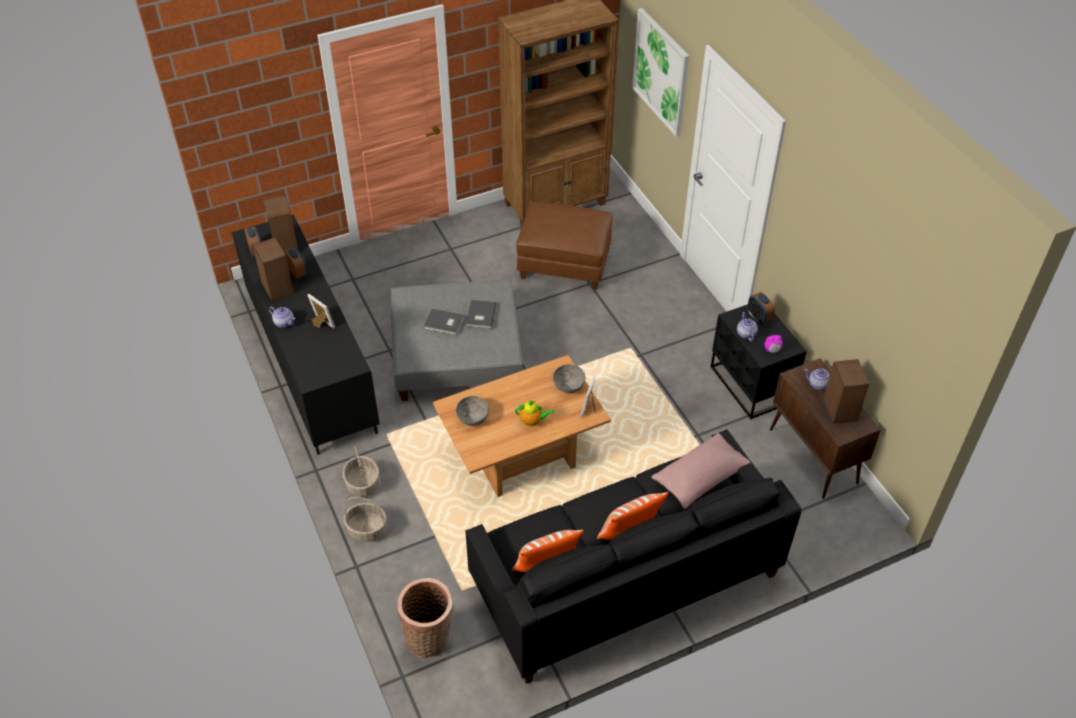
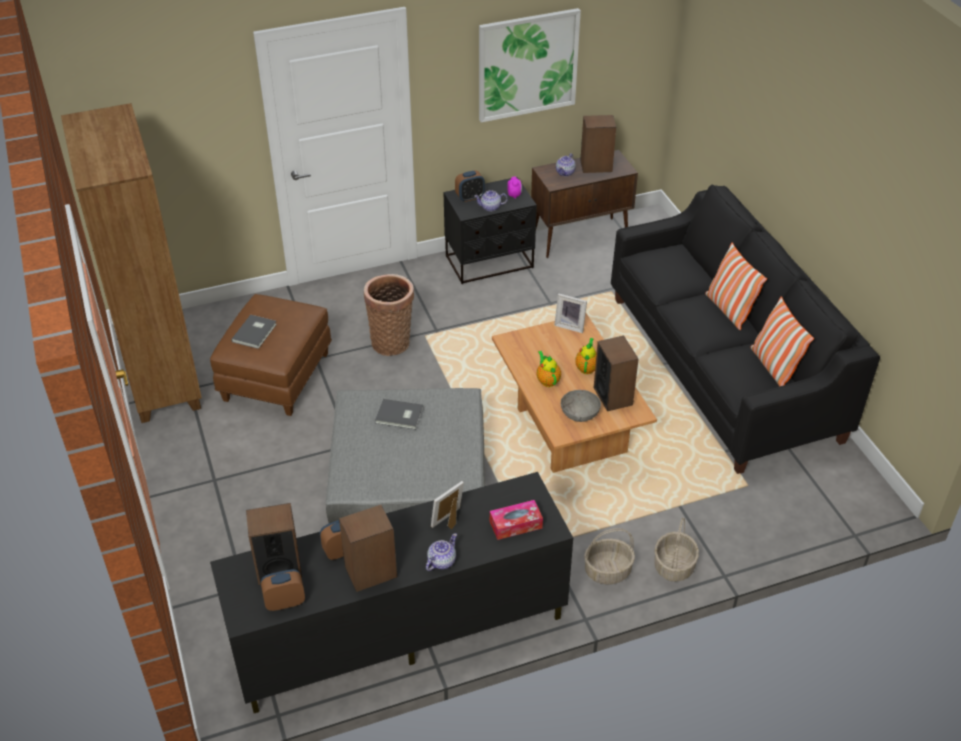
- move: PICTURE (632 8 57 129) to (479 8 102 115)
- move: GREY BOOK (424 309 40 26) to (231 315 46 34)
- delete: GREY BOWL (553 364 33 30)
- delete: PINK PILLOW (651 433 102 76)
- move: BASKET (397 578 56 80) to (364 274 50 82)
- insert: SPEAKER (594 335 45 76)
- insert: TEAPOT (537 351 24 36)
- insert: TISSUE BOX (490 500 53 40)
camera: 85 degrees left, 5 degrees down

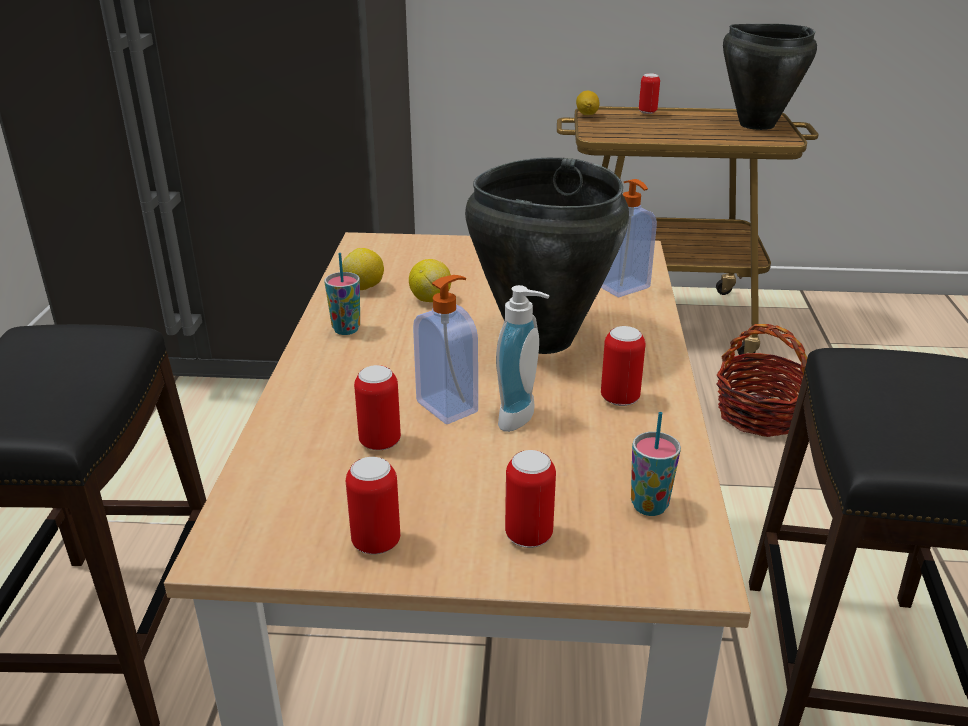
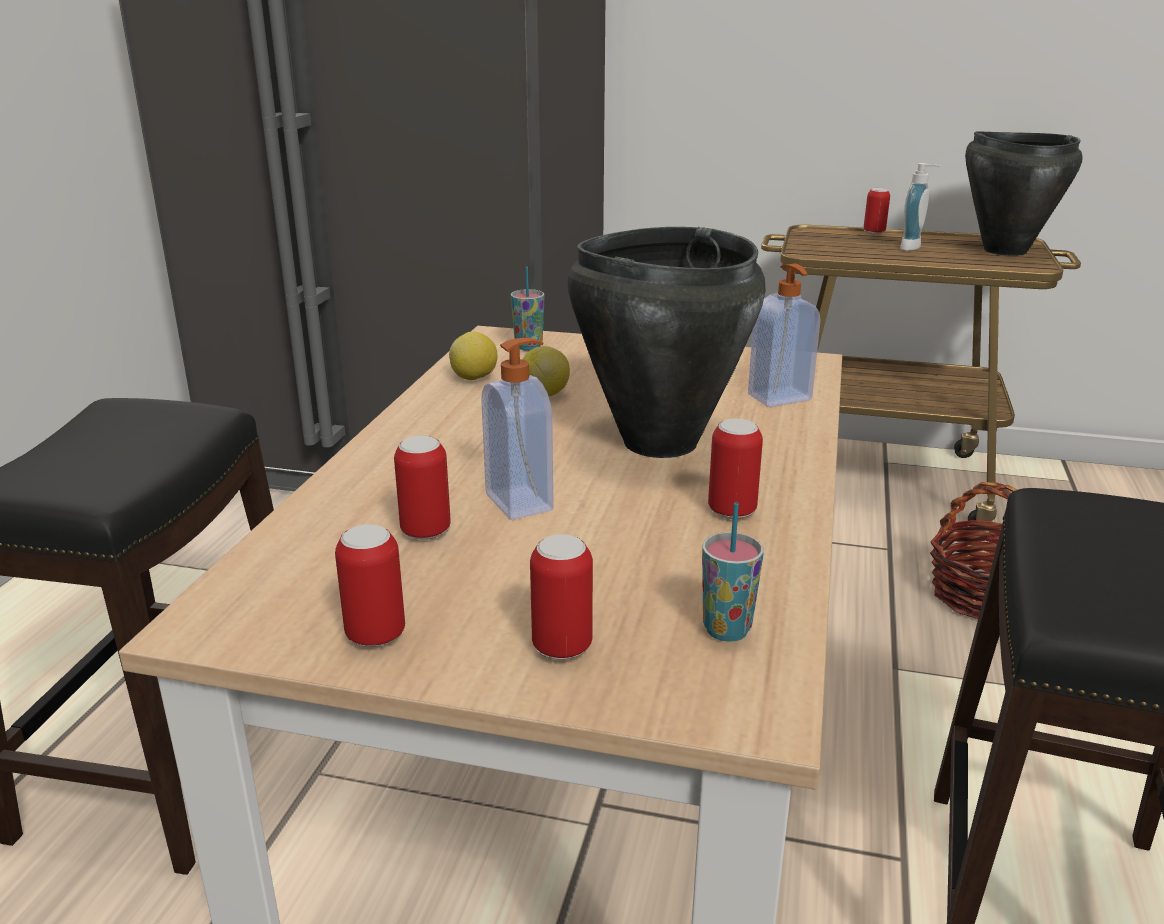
- delete: LEMON (576 91 24 24)
- move: CUP (324 253 36 82) to (510 267 35 84)
- move: SOAP DISPENSER (496 285 54 147) to (900 163 40 88)
camera: 10 degrees right, 5 degrees down

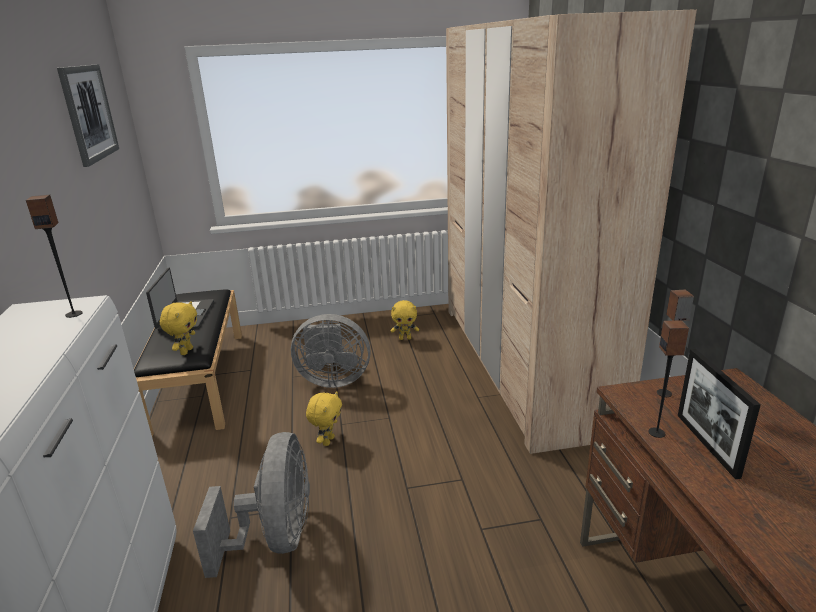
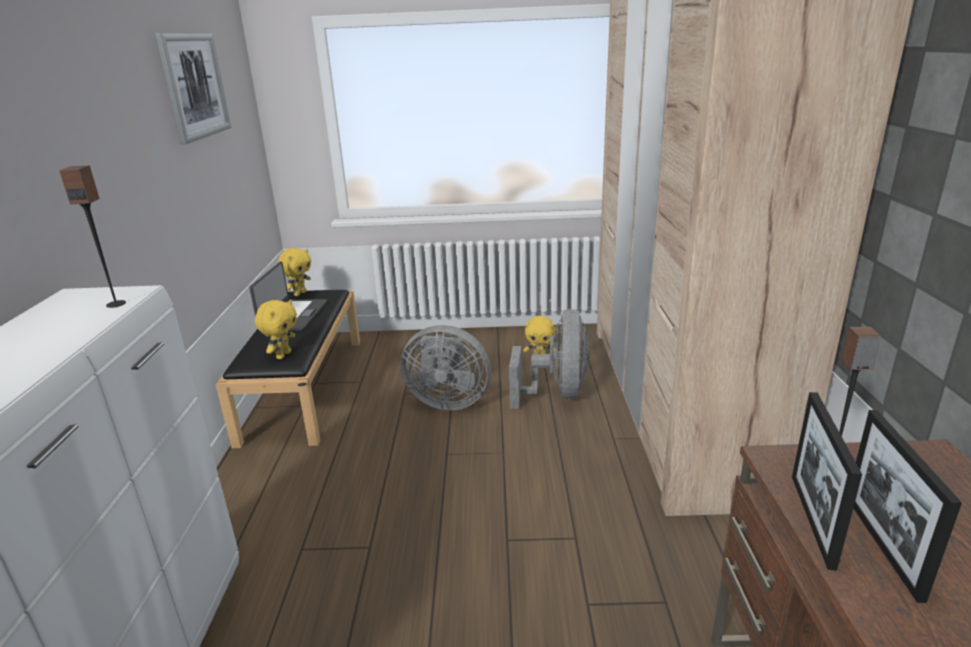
- replace: SPEAKER (648 320 42 118) to PICTURE FRAME (792 392 70 179)
- move: YELLOW PLUSH TOY (306 391 36 55) to (278 248 33 48)
- move: GREY FAN (193 432 117 146) to (509 309 81 100)
camera: 10 degrees right, 0 degrees up

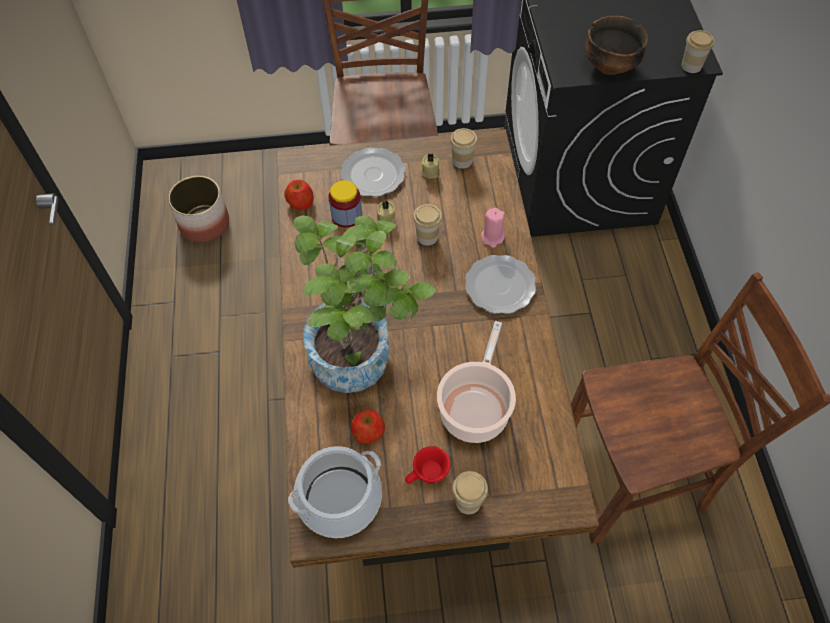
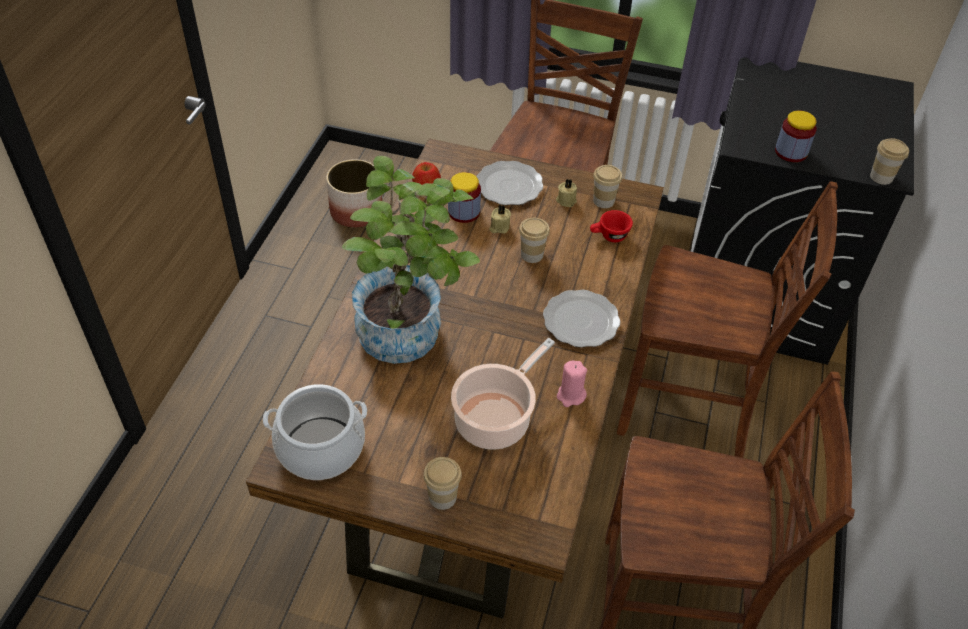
- replace: BOWL (585 16 63 59) to JAR (775 111 42 51)
- move: PINK CANDLE (481 208 24 40) to (557 361 30 46)
- delete: APPLE (351 410 34 34)
- move: RED CUP (405 446 46 38) to (590 210 43 32)
- insert: BROWN CHAIR (617 181 221 277)
camera: 20 degrees right, 10 degrees down

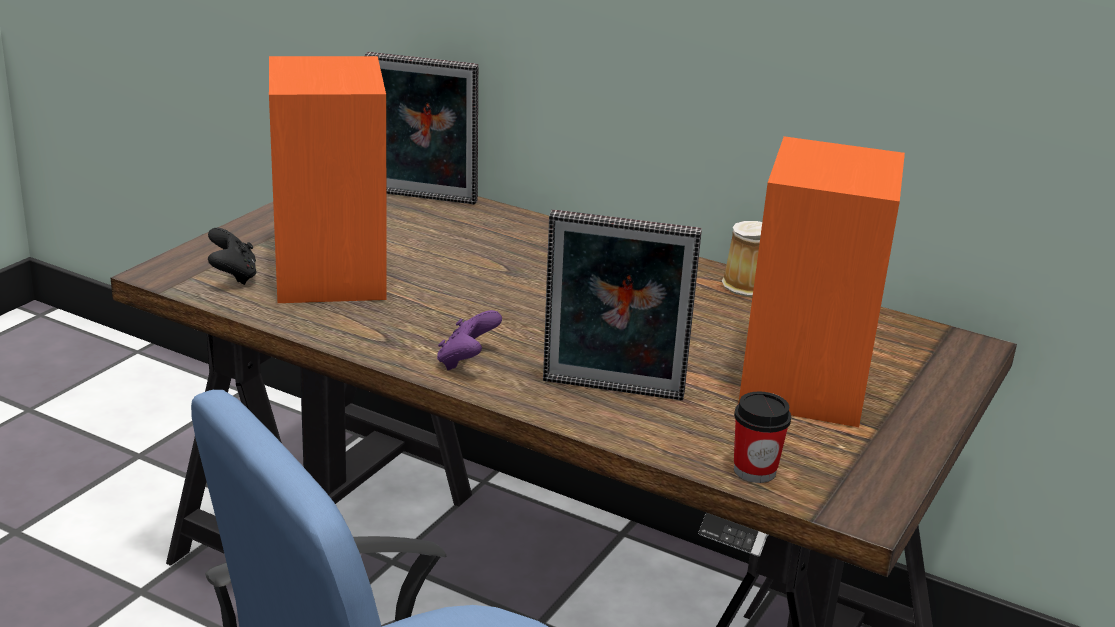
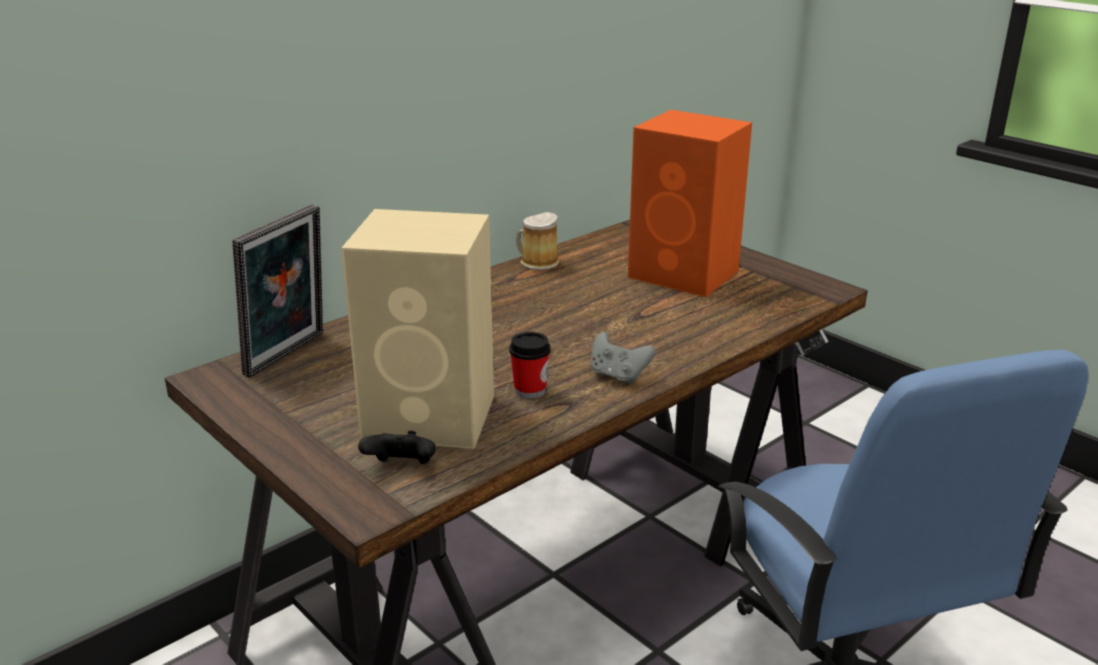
- recolor: ORANGE SPEAKER (269 56 118 247) to BEIGE SPEAKER (341 209 153 240)
- delete: PICTURE FRAME (543 210 159 190)
- recolor: PURPLE GAME CONTROLLER (437 310 65 60) to GREY GAME CONTROLLER (591 332 64 53)
- move: CUP (734 392 57 91) to (509 332 42 67)
camera: 70 degrees left, 0 degrees up

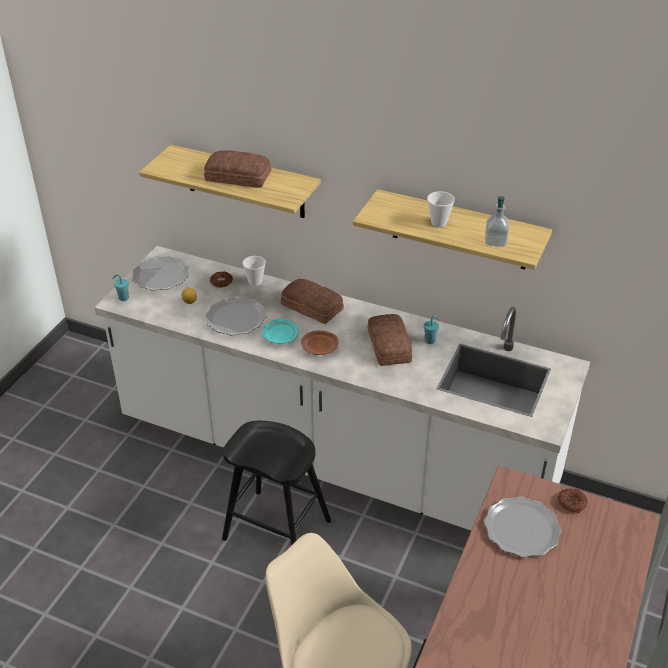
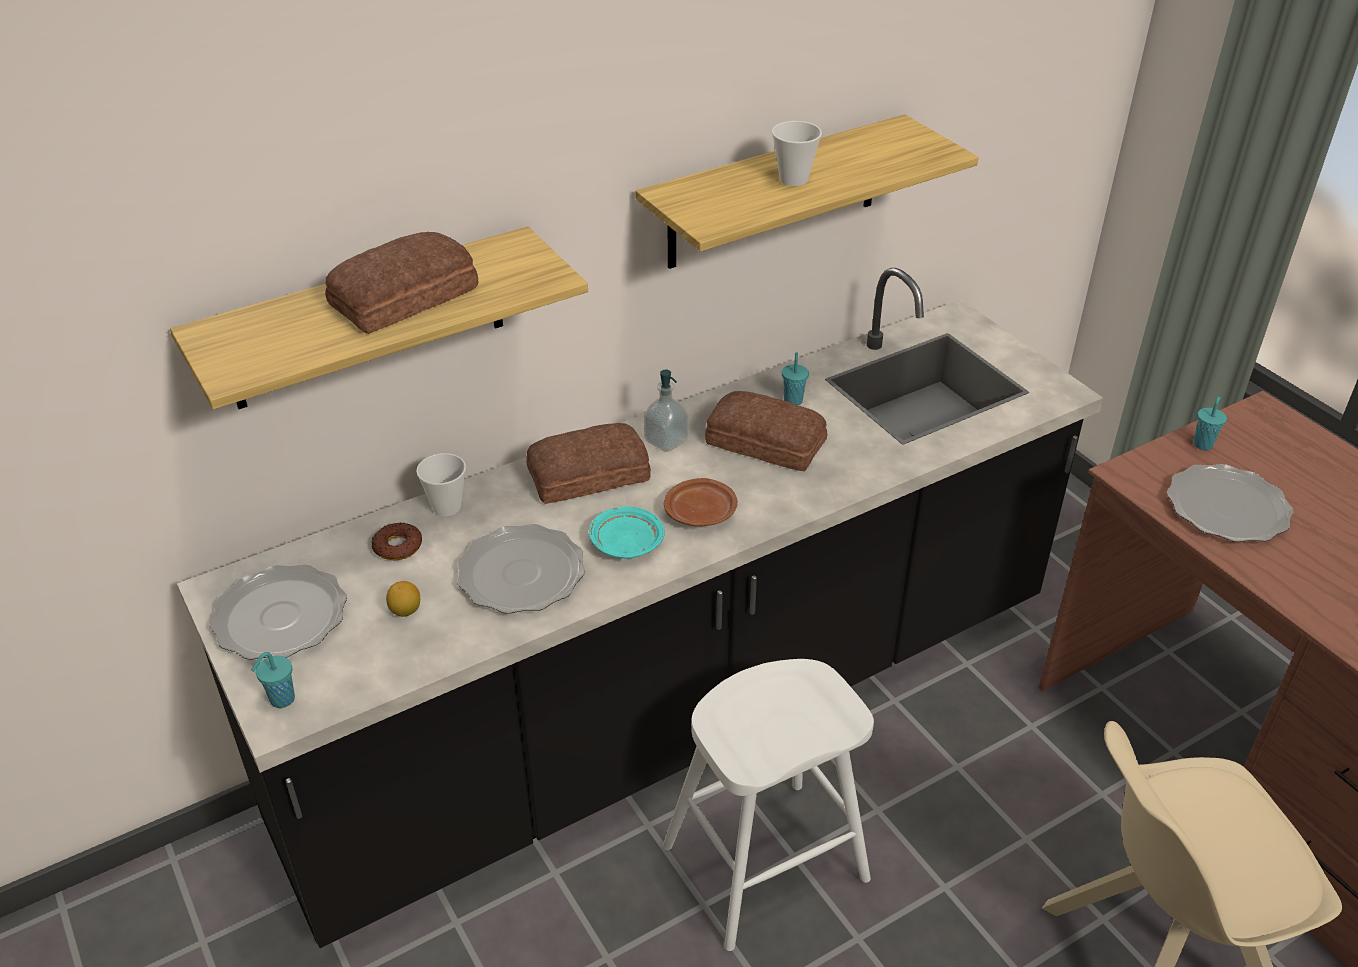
- move: SOAP DISPENSER (485 196 24 51) to (644 369 44 83)
- recolor: WHITE COUNTER (94 246 496 284) to BLACK COUNTER (177 268 926 680)
- recolor: BLACK STOOL (222 421 109 125) to WHITE STOOL (662 659 212 292)
- replace: DONUT (558 488 30 25) to TURQUOISE CUP (1193 397 34 53)
camera: 55 degrees left, 0 degrees up

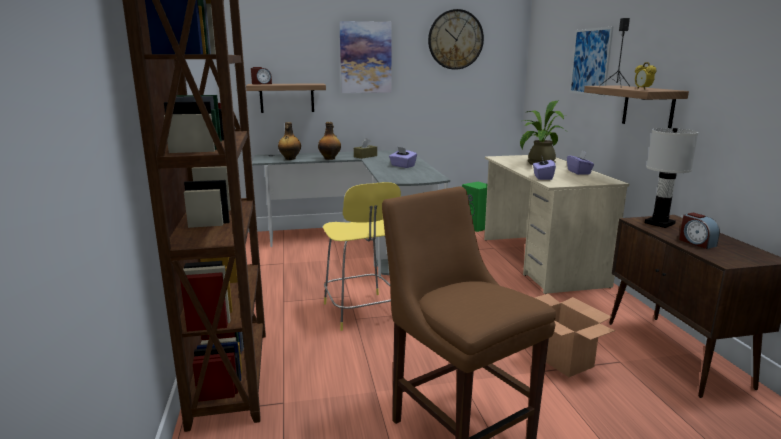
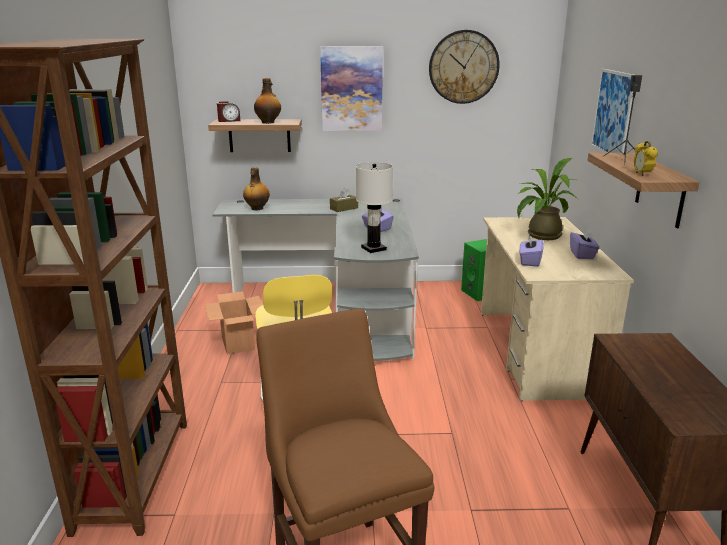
- move: BOTTLE (318 122 23 38) to (254 78 27 46)
- move: WHITE TABLE LAMP (645 128 54 100) to (356 162 37 91)
- delete: ALARM CLOCK (679 213 41 36)
- move: CARDBOARD BOX (532 294 83 83) to (205 291 58 63)
camera: 10 degrees right, 5 degrees up

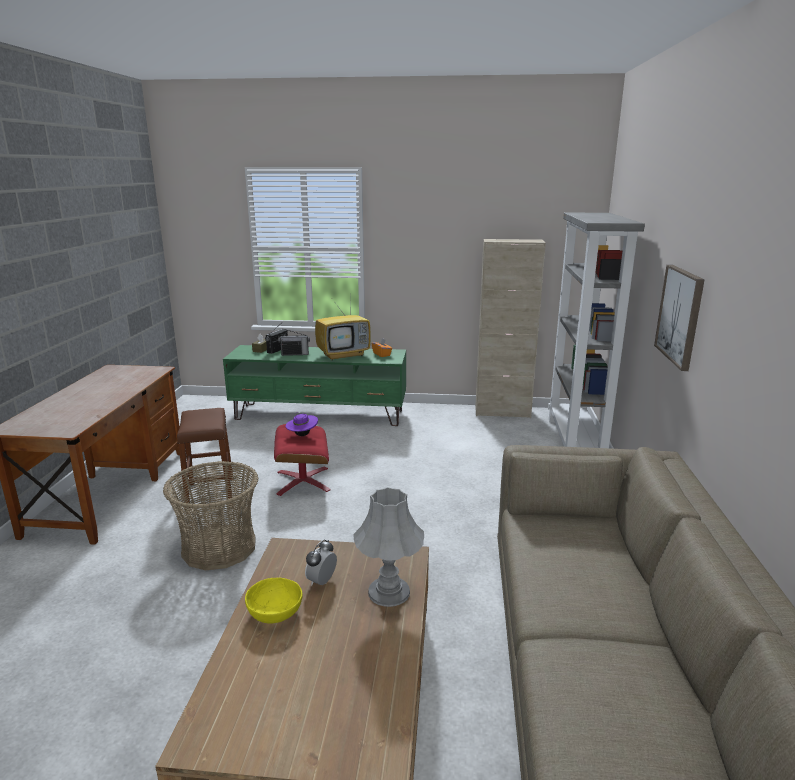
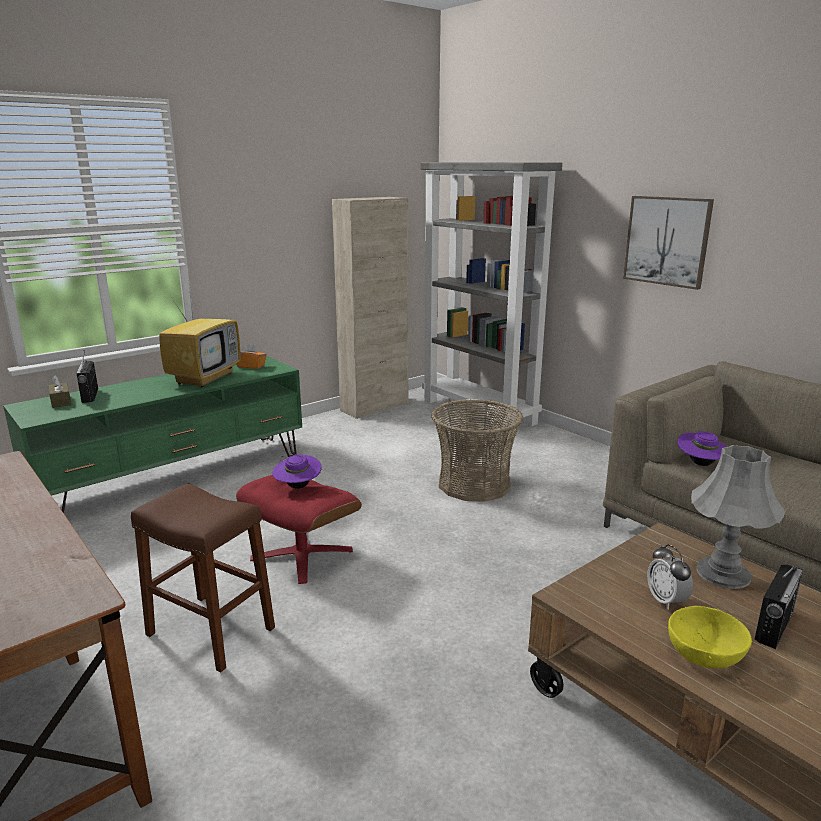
- move: RADIO (278 329 32 27) to (755 565 48 84)
- move: BASKET (163 461 95 109) to (431 399 92 103)
- insert: PURPLE HAT (678 431 49 35)
camera: 45 degrees left, 0 degrees up

